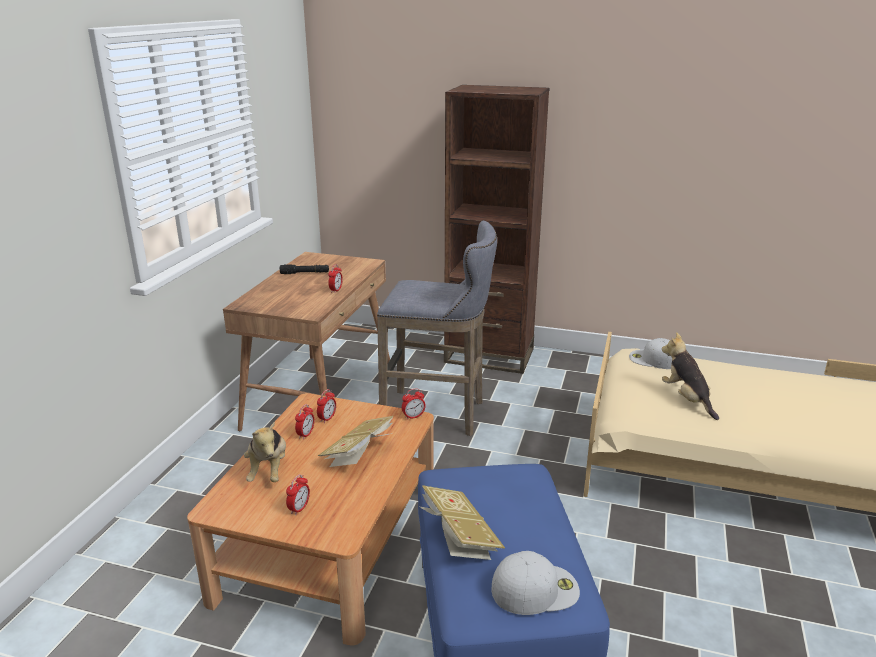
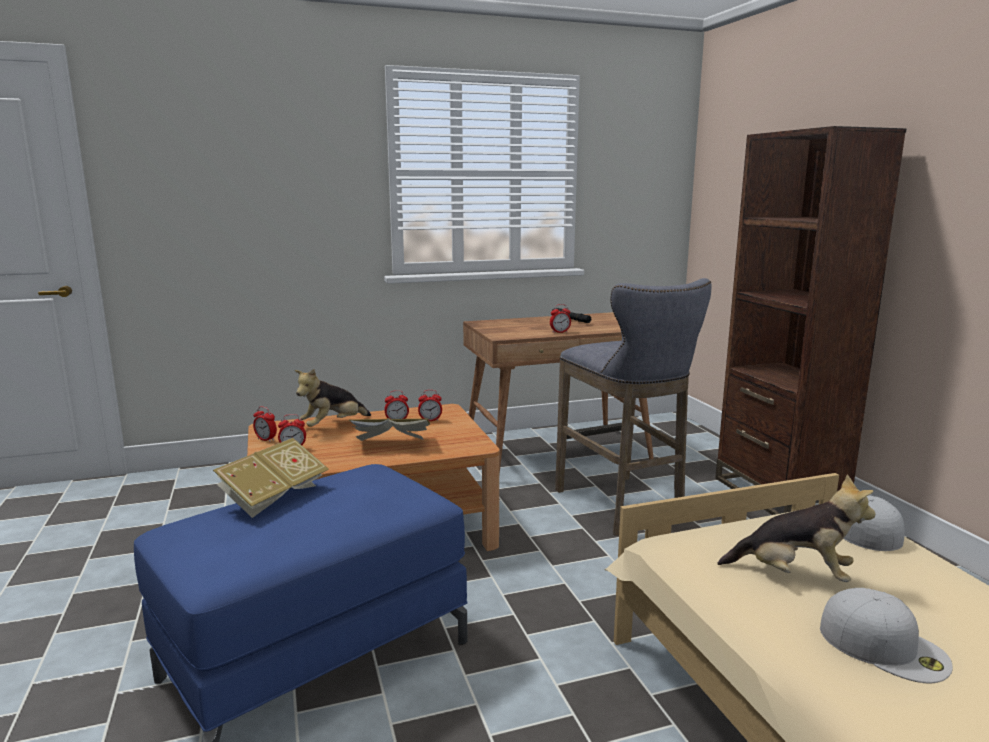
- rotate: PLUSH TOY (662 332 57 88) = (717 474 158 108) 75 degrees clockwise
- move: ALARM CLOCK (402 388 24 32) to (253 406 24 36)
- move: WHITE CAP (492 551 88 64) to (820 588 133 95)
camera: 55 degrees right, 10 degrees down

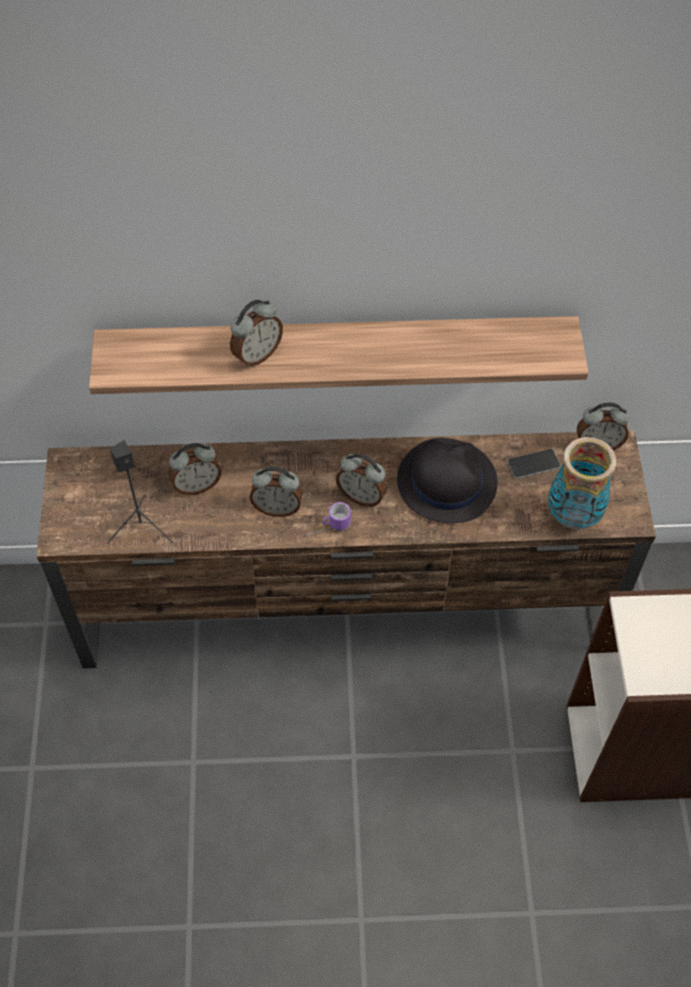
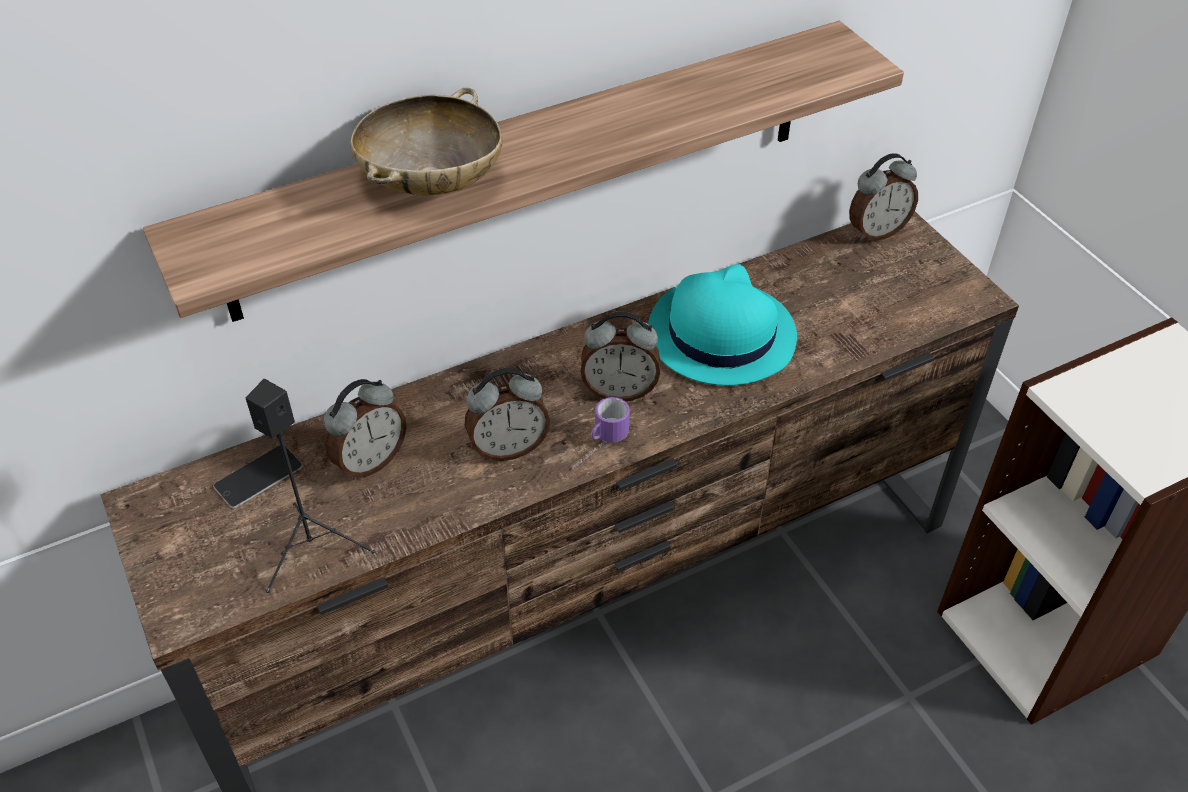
- replace: ALARM CLOCK (230 300 53 67) to BEIGE BOWL (350 87 152 108)
- delete: VASE (548 437 68 92)
- recolor: BLACK HAT (397 438 101 85) to TURQUOISE HAT (648 264 149 122)
- move: PHONE (507 449 54 30) to (213 445 90 63)
camera: 25 degrees left, 10 degrees down

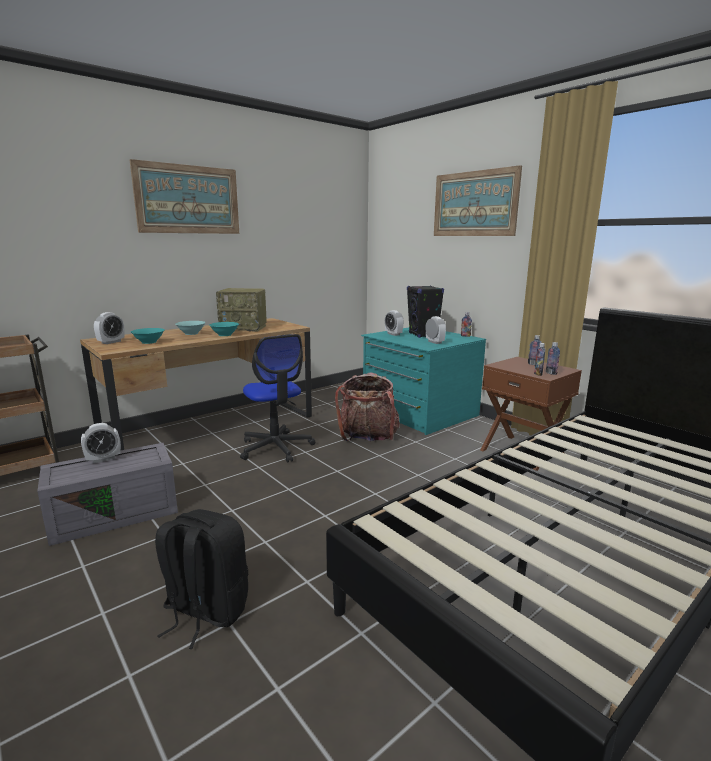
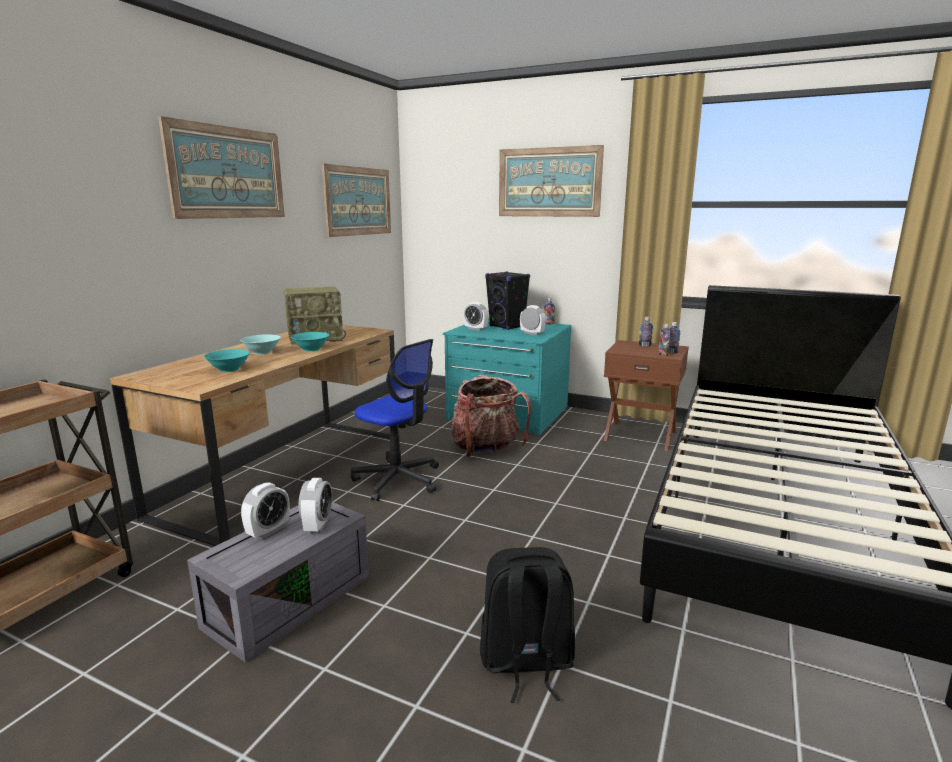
- move: ALARM CLOCK (94 312 31 32) to (298 478 34 55)
- insert: PICTURE (322 163 69 74)
camera: 25 degrees left, 0 degrees up

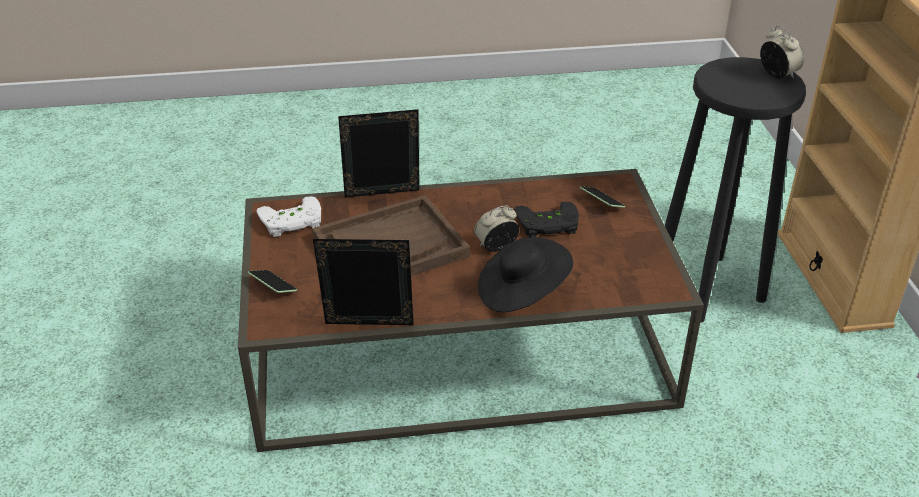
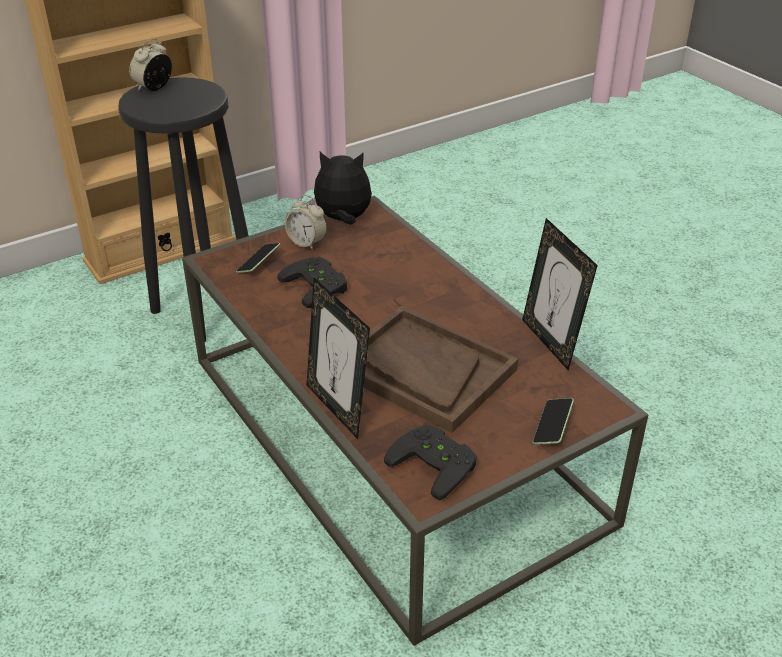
- recolor: WHITE GAME CONTROLLER (256 196 65 41) to BLACK GAME CONTROLLER (384 424 93 77)
- move: ALARM CLOCK (474 205 45 47) to (285 195 42 55)
- delete: BLACK HAT (478 237 95 75)
- insert: PLUSH TOY (307 152 65 73)
camera: 115 degrees left, 0 degrees up

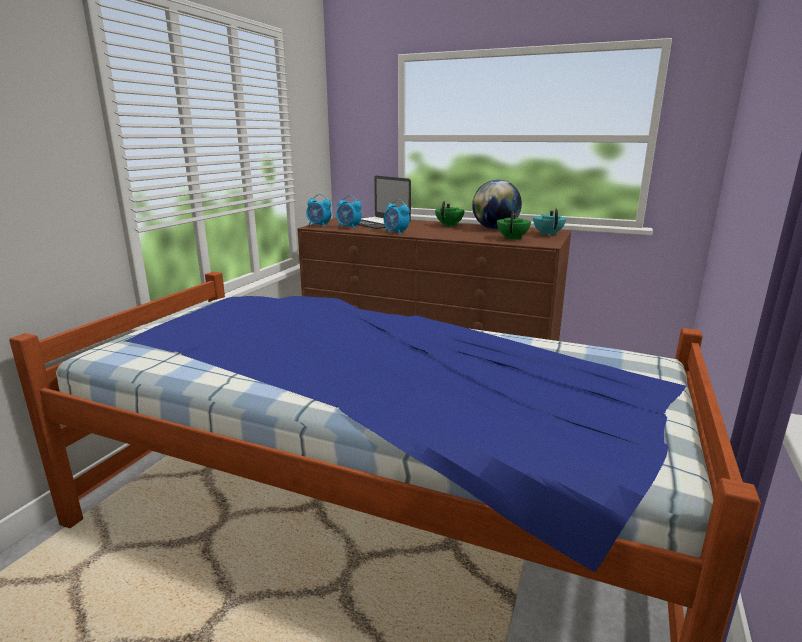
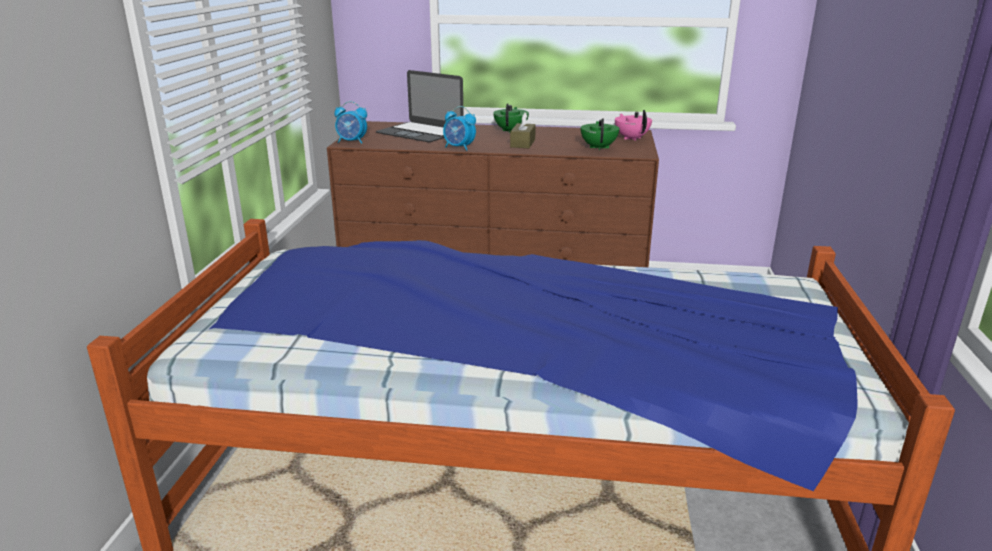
- delete: GLOBE (472 180 50 49)
- delete: ALARM CLOCK (336 195 26 34)
- recolor: TURQUOISE TEAPOT (533 208 33 28) to PINK TEAPOT (615 110 37 31)
- insert: BROWN TISSUE BOX (510 112 26 36)
camera: 15 degrees left, 5 degrees up

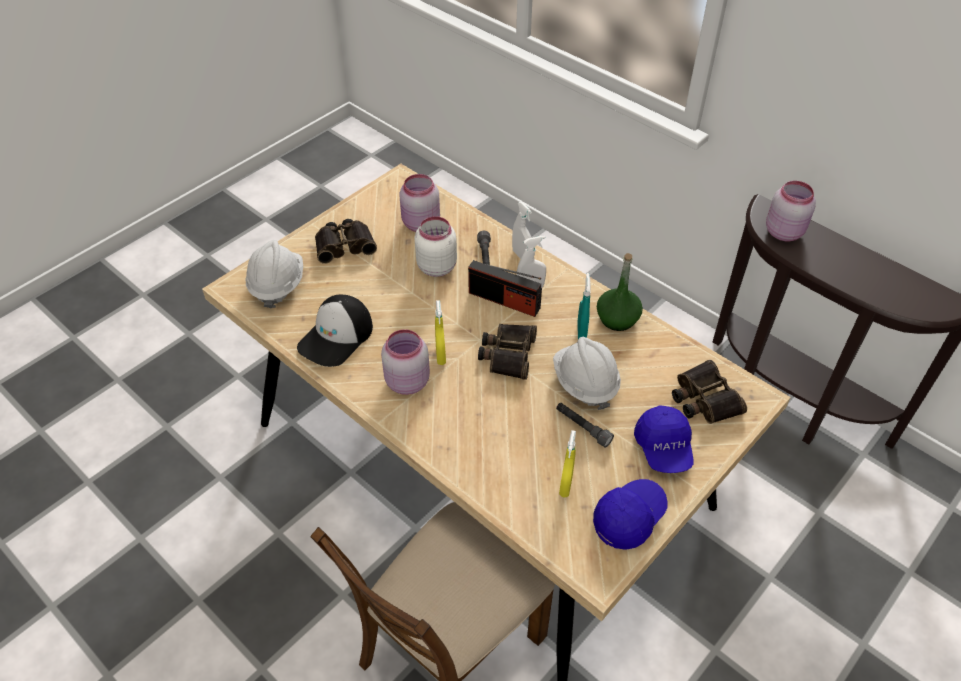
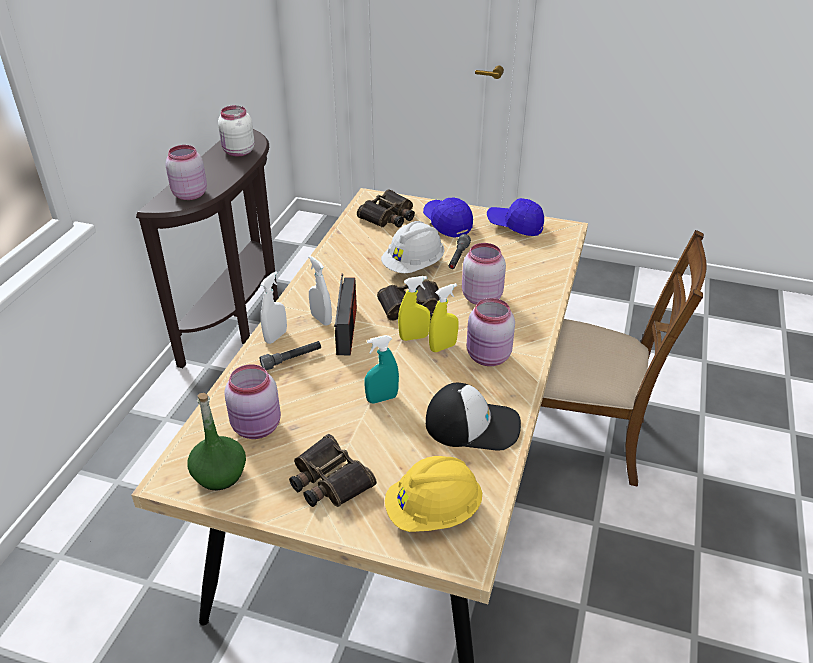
- move: WHITE JAR (415 216 42 61) to (218 105 37 51)
- recolor: WHITE HARD HAT (246 240 57 69) to YELLOW HARD HAT (385 456 97 76)
- move: GREEN BOTTLE (597 253 46 78) to (187 393 59 97)
- move: TURQUOISE SPRAY BOTTLE (577 273 14 66) to (364 335 35 69)
- rotate: BLUE CAP (634 405 60 68) = (423 197 50 41) 90 degrees counterclockwise
- move: YELLOW SPRAY BOTTLE (559 430 17 68) to (398 276 32 65)
- insert: PINK JAR (462 243 44 62)
camera: 115 degrees left, 10 degrees down

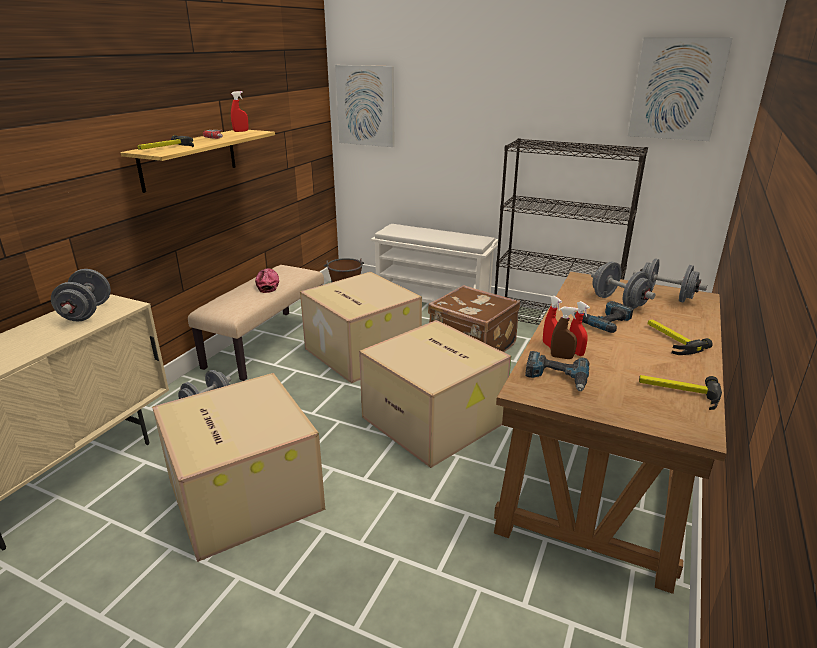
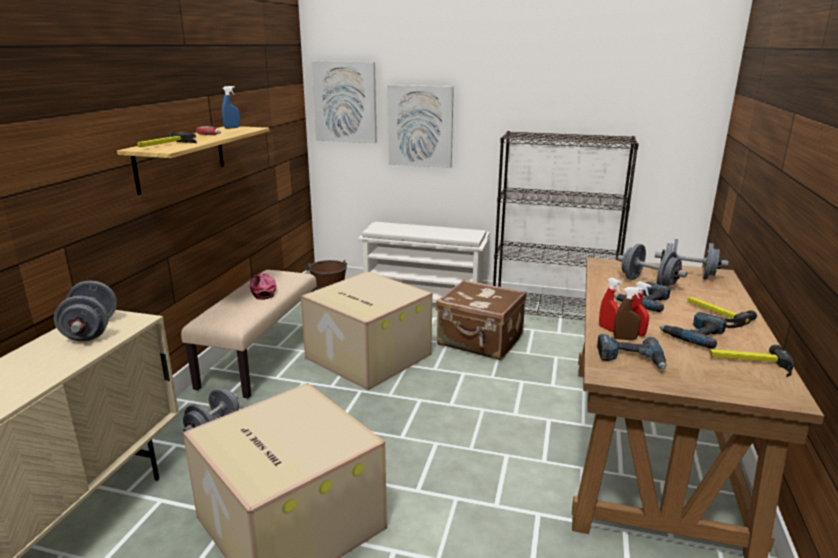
- move: PICTURE (628 37 105 104) to (387 85 67 83)
- recolor: RED SPRAY BOTTLE (231 91 18 41) to BLUE SPRAY BOTTLE (222 86 18 43)
- delete: CARDBOARD BOX (359 320 152 148)
- insert: POWER DRILL (659 312 68 37)
camera: 10 degrees left, 5 degrees down

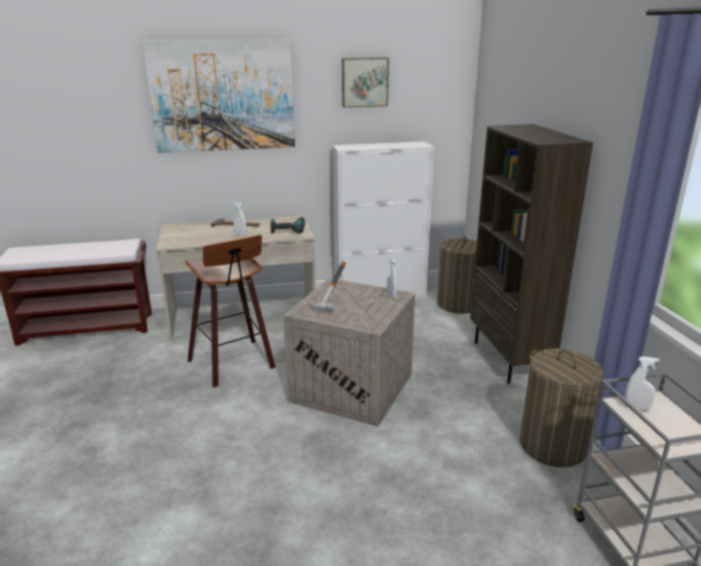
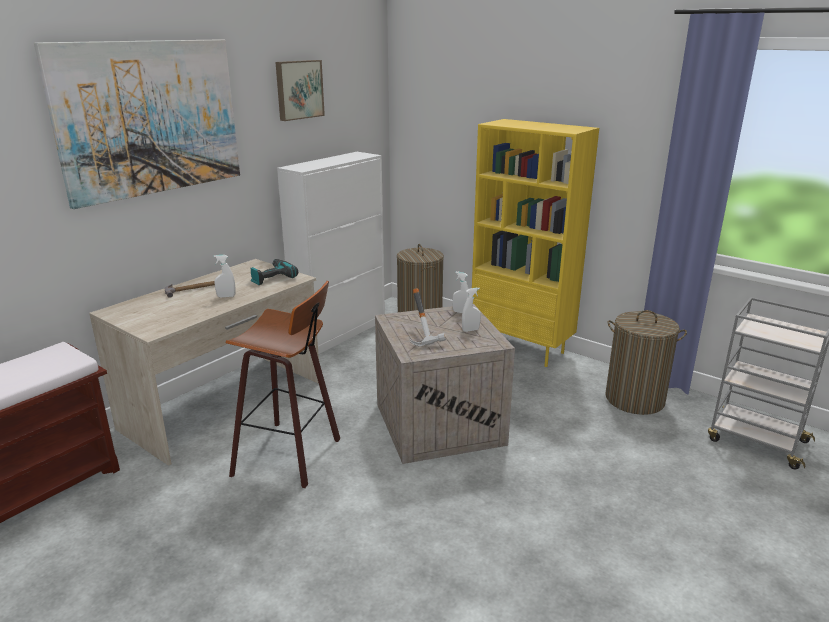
- recolor: BROWN BOOKCASE (470 124 123 260) to YELLOW BOOKCASE (472 119 127 248)
- move: WHITE SPRAY BOTTLE (624 356 36 55) to (462 287 19 45)
camera: 40 degrees left, 0 degrees up

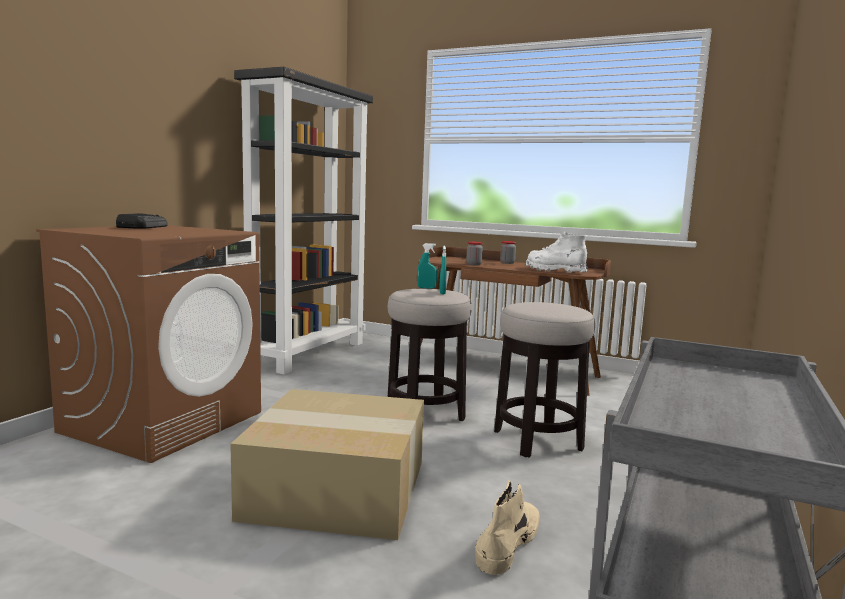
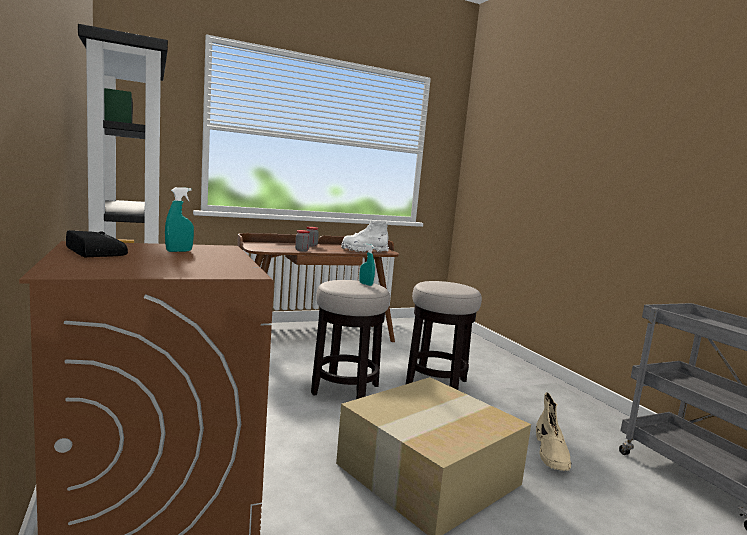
- move: TURQUOISE SPRAY BOTTLE (417 243 20 46) to (165 187 29 65)
- rotate: BEIGE BOOT (475 480 65 95) = (536 392 36 79) 150 degrees counterclockwise
camera: 50 degrees left, 0 degrees up

